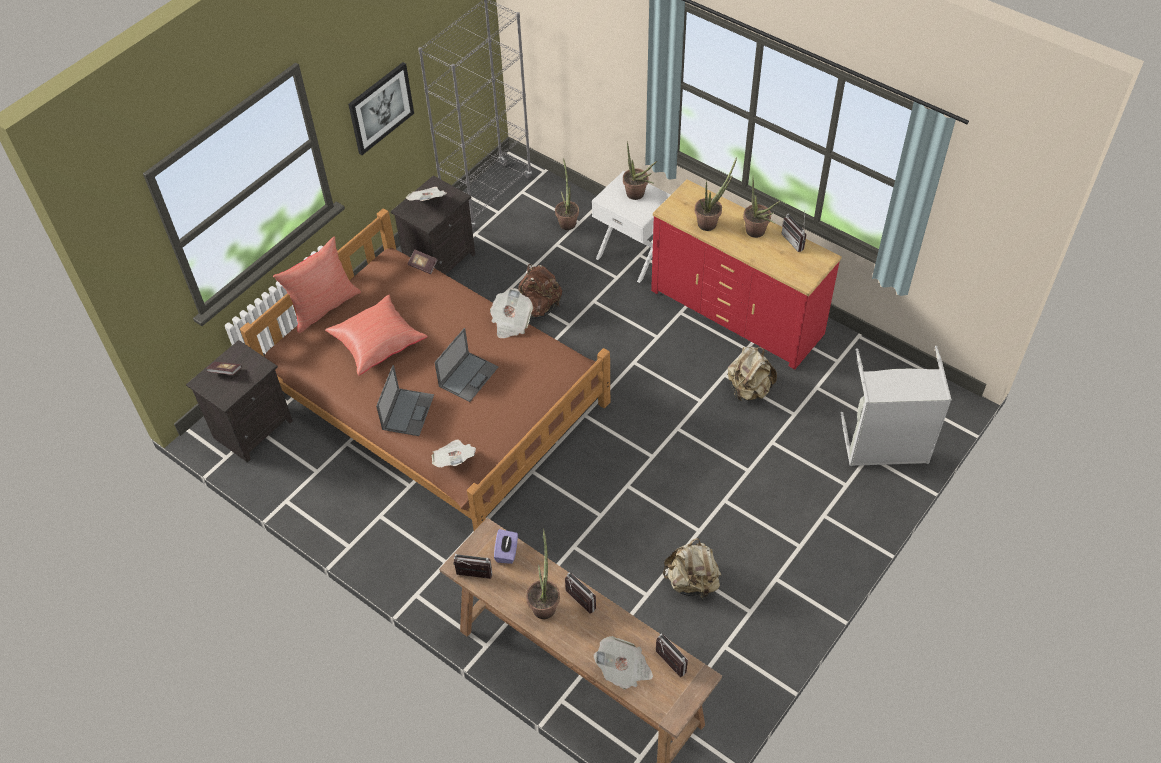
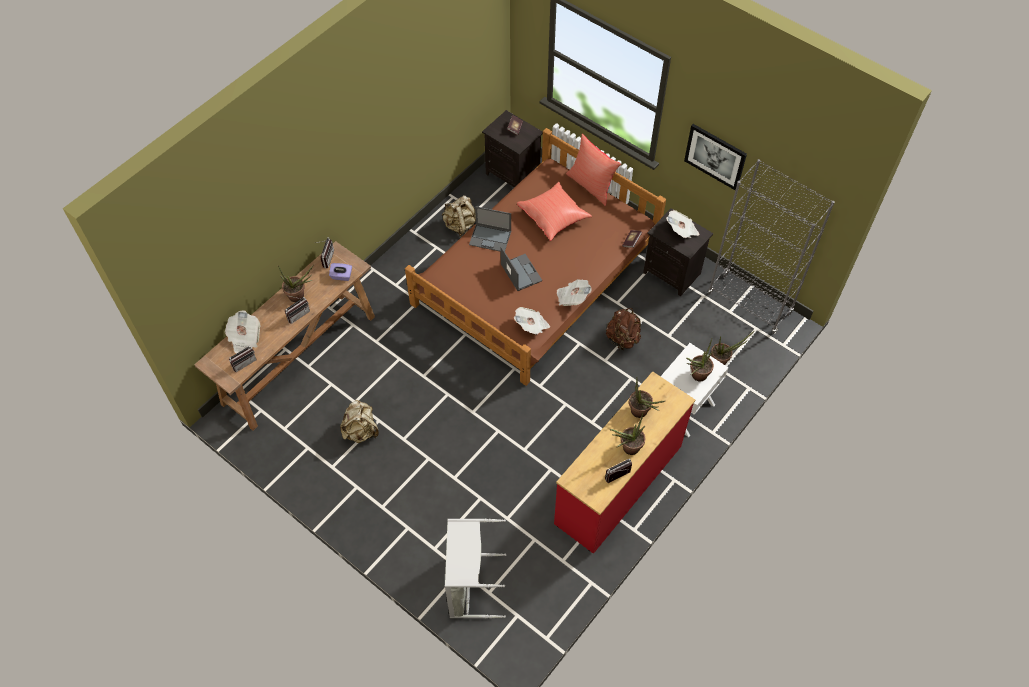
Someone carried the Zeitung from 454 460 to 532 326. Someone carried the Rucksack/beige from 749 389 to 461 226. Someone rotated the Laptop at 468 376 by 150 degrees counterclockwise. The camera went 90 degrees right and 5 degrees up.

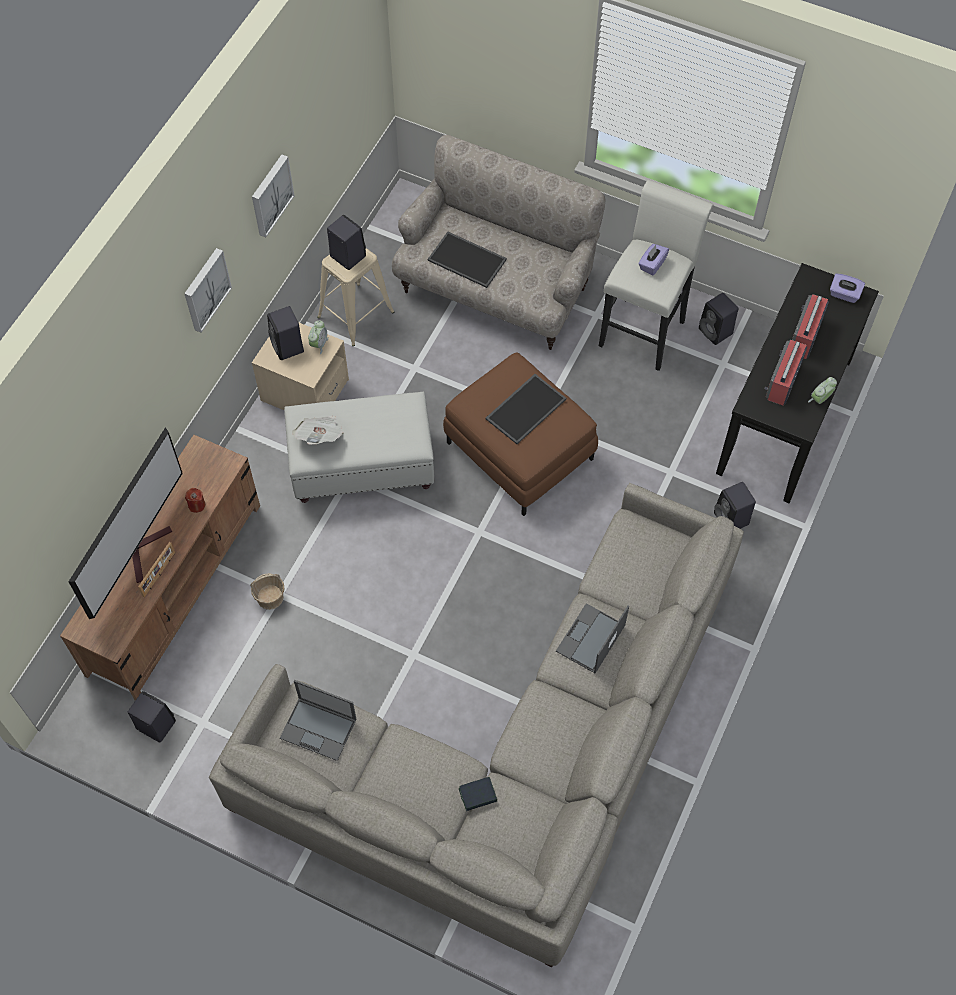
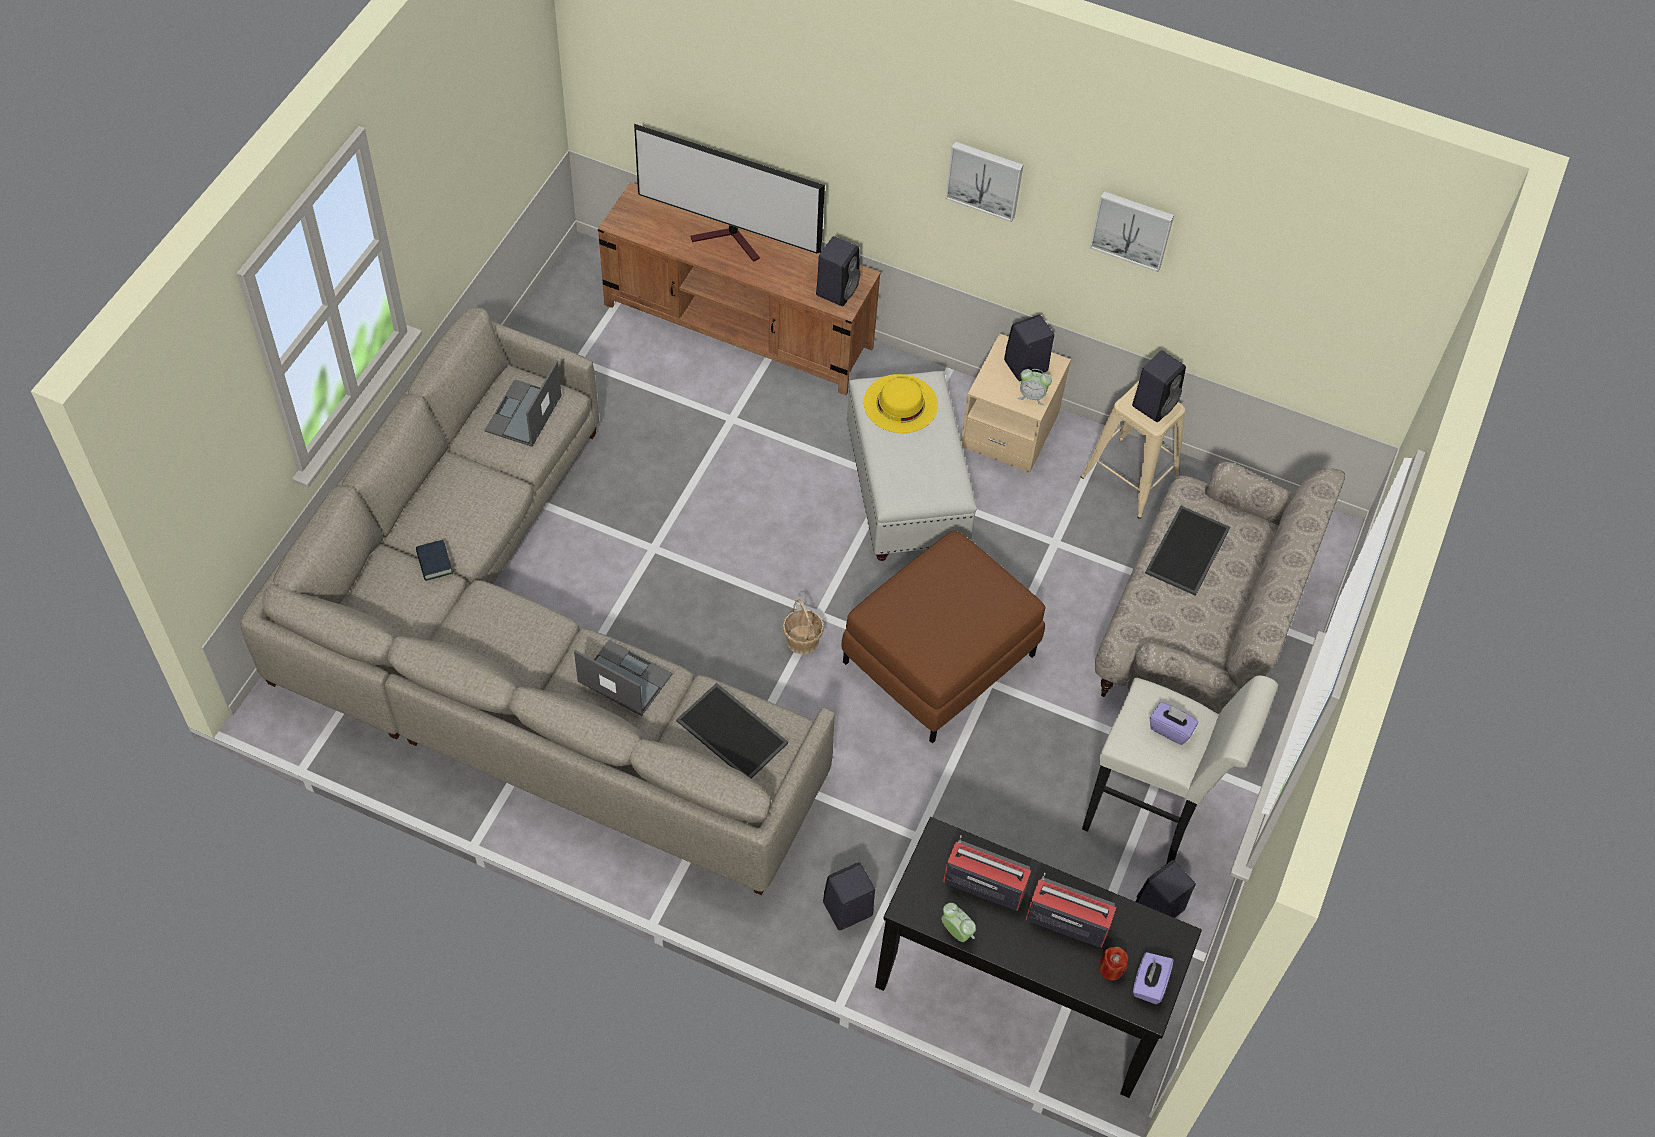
Someone took away the Bilderrahmen at 159 574. Someone carried the Lautsprecher/schwarz from 155 724 to 837 289. Someone carried the Kerze/rot from 196 505 to 1111 969. Someone carried the Korb from 270 597 to 802 640. Someone carried the Tablett from 525 408 to 734 731. Someone swapped the Zeitung at 320 436 for the Hut/gelb at 900 403. The camera went 85 degrees right and 5 degrees down.

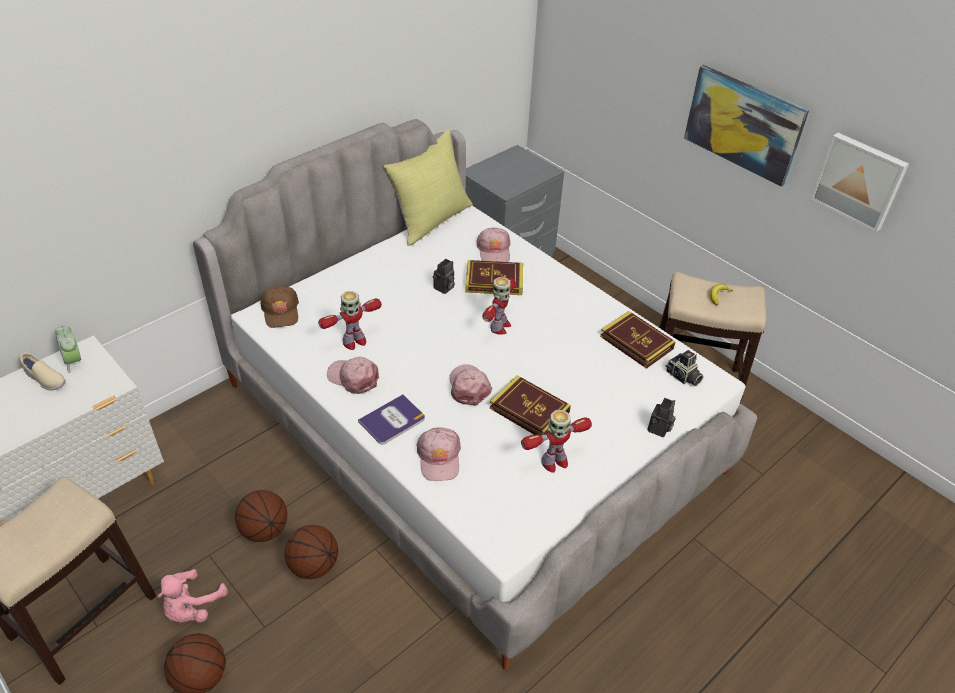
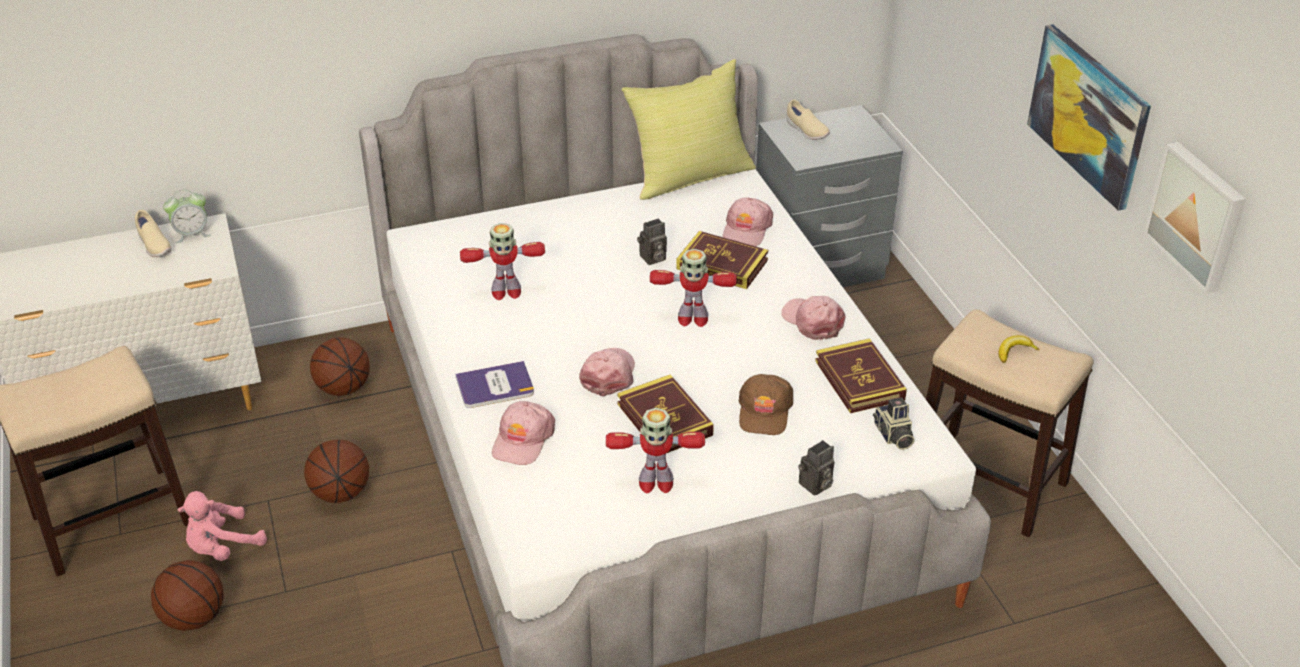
Someone put down the Schuh/beige at 806 131. Someone carried the Kappe/braun from 281 311 to 764 411. Someone carried the Basketball from 313 565 to 343 388. Someone carried the Kappe/rosa from 353 377 to 812 321. Someone rotated the Wecker at 74 361 by 105 degrees counterclockwise. Someone rotated the Spielzeugroboter at 499 327 by 45 degrees clockwise. The camera went 25 degrees right and 5 degrees down.

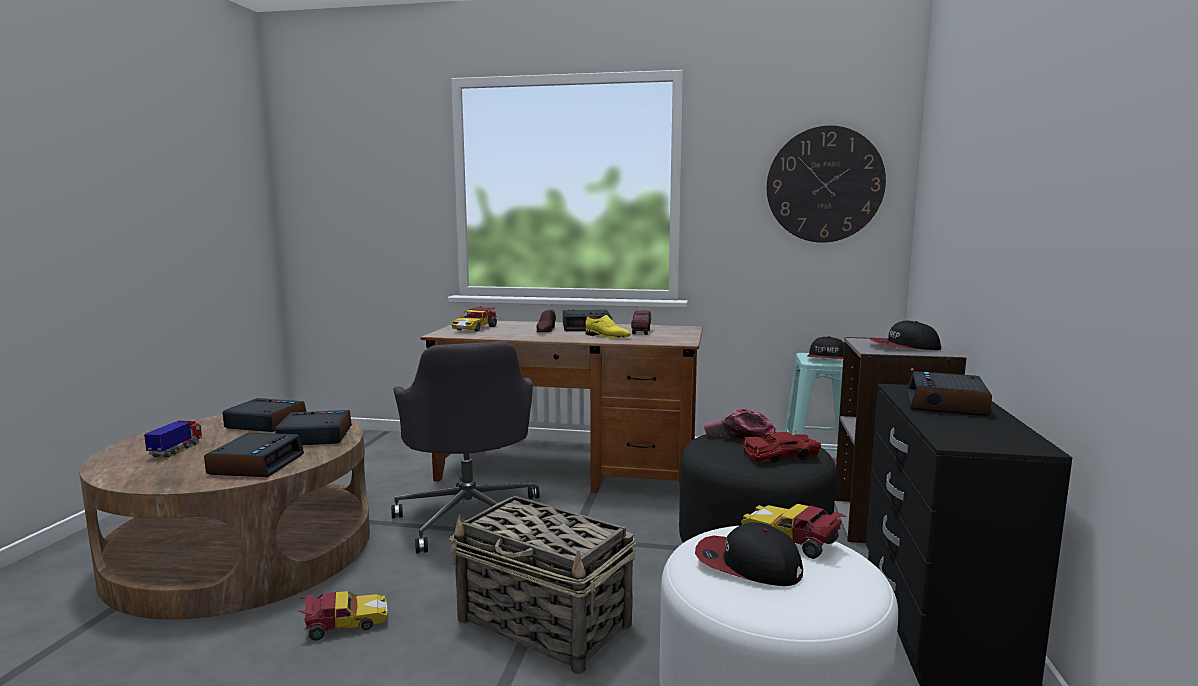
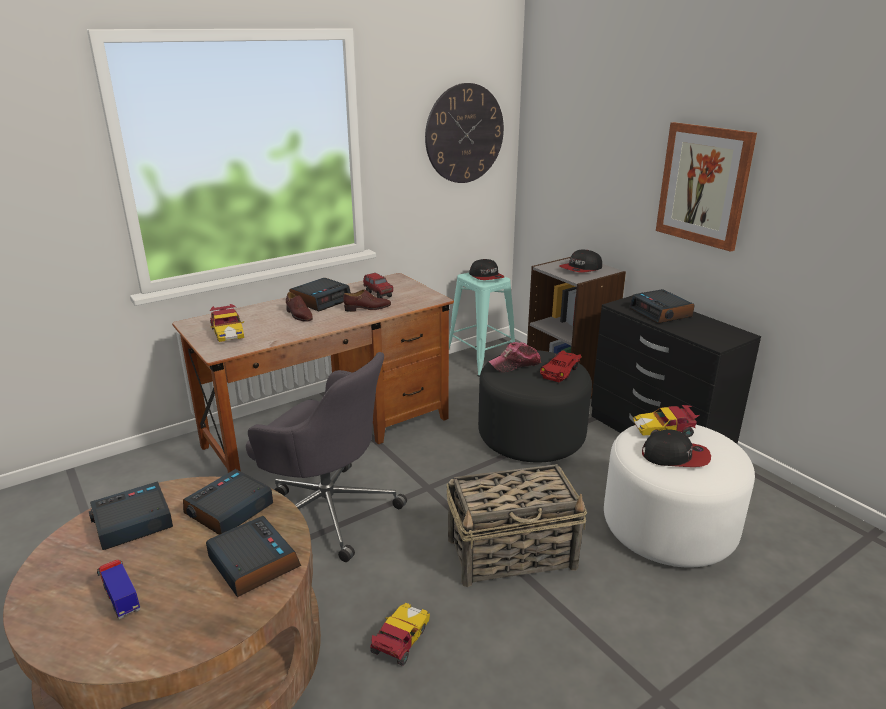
Someone put up the Bild at 704 185. Someone repainted the Schuh/gelb at 607 336, which became the Schuh/braun at 367 308. Someone rotated the Kappe at 747 565 by 150 degrees counterclockwise. The camera went 45 degrees left and 15 degrees up.

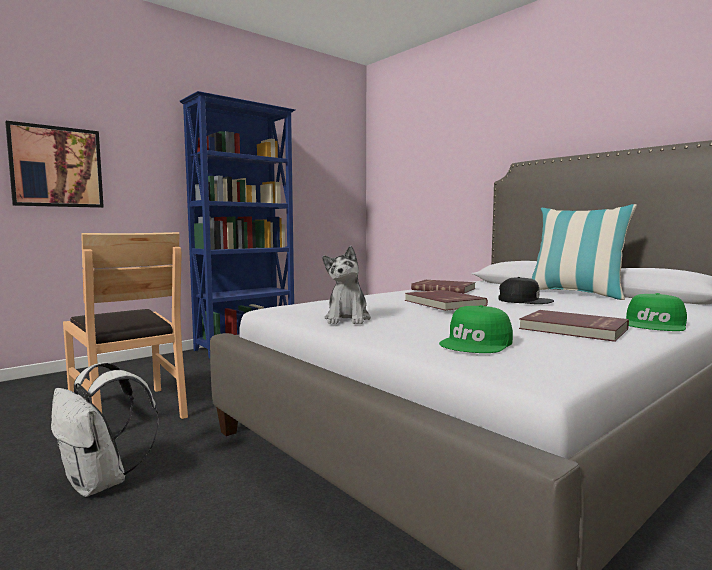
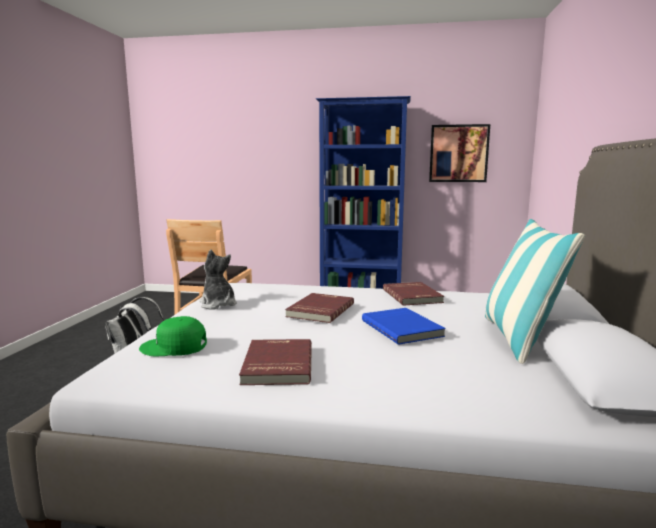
Someone took away the Kappe/grün at 656 324. Someone carried the Bild from 56 167 to 458 153. Someone swapped the Kappe/schwarz at 524 300 for the Buch/blau at 403 328. Someone rotated the Plüschtier at 347 319 by 90 degrees clockwise. The camera went 50 degrees right and 5 degrees up.

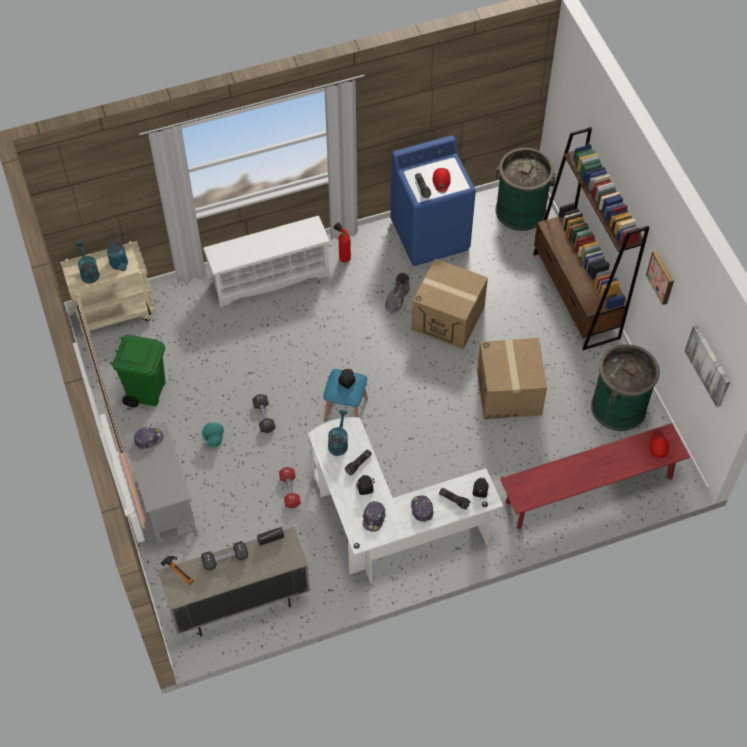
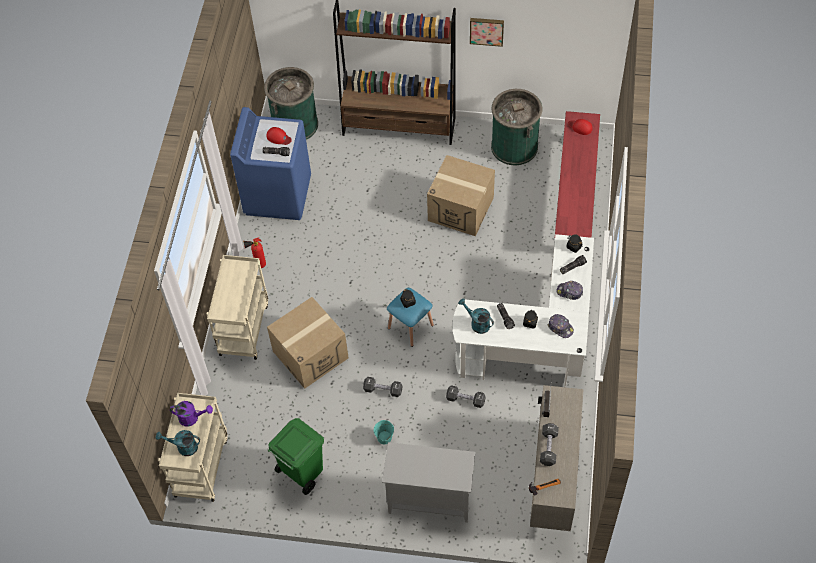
Someone took away the Kappe at 148 439. Someone took away the Stiefel/grau at 397 299. Someone took away the Bild at 708 365. Someone carried the Karton from 448 318 to 310 354. Someone swapped the Schuhregal/weiß at 270 278 for the Rollwagen/beige at 243 328. Someone repainted the Gießkanne/türkis at 120 265, which became the Gießkanne/lila at 192 418. Someone repainted the Hantel/rot at 290 491, which became the Hantel/schwarz at 465 399. The camera went 60 degrees left and 0 degrees up.

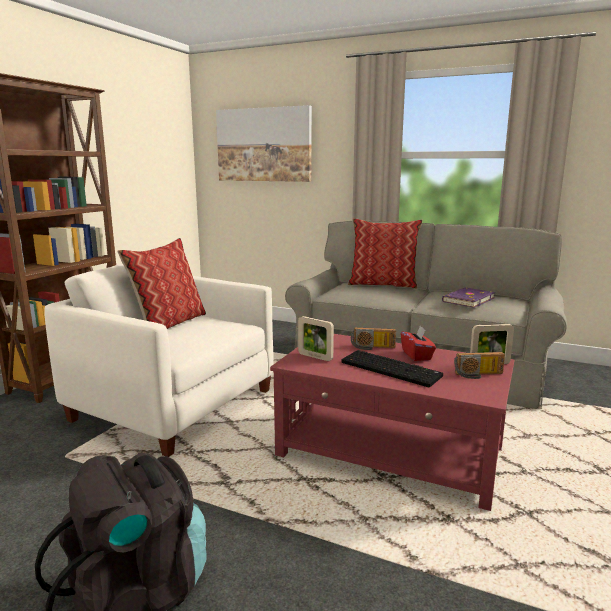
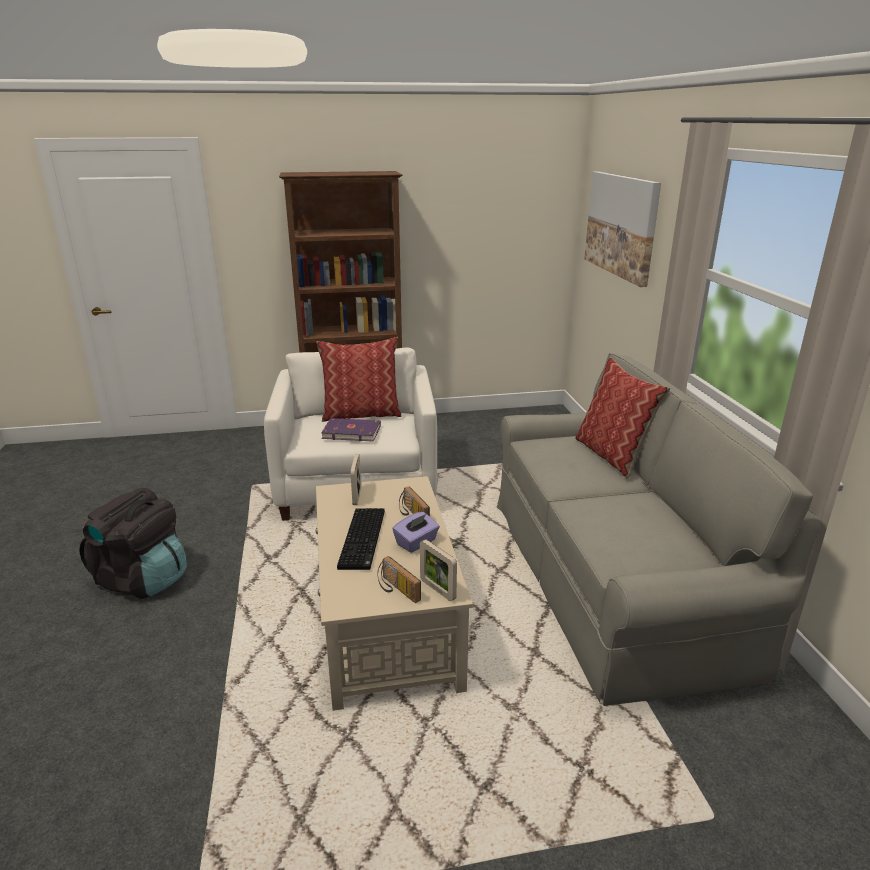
Someone carried the Buch/lila from 467 300 to 351 432. Someone repainted the Couchtisch/rot at 391 452, which became the Couchtisch/beige at 386 621. Someone repainted the Taschentuchbox/rot at 417 355, which became the Taschentuchbox/lila at 416 542. The camera went 55 degrees right and 10 degrees up.

